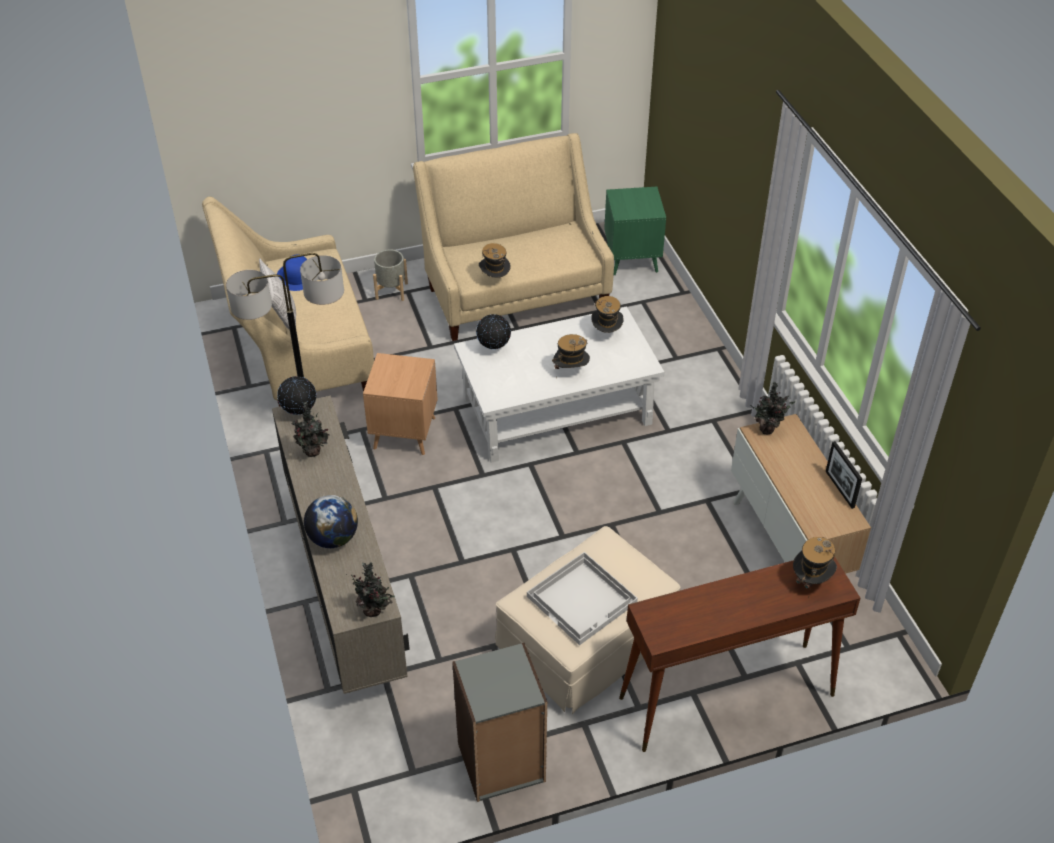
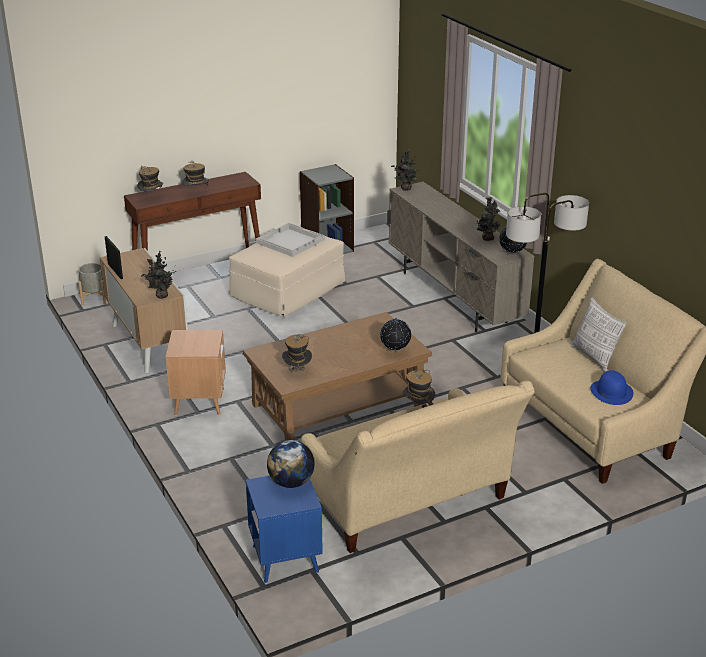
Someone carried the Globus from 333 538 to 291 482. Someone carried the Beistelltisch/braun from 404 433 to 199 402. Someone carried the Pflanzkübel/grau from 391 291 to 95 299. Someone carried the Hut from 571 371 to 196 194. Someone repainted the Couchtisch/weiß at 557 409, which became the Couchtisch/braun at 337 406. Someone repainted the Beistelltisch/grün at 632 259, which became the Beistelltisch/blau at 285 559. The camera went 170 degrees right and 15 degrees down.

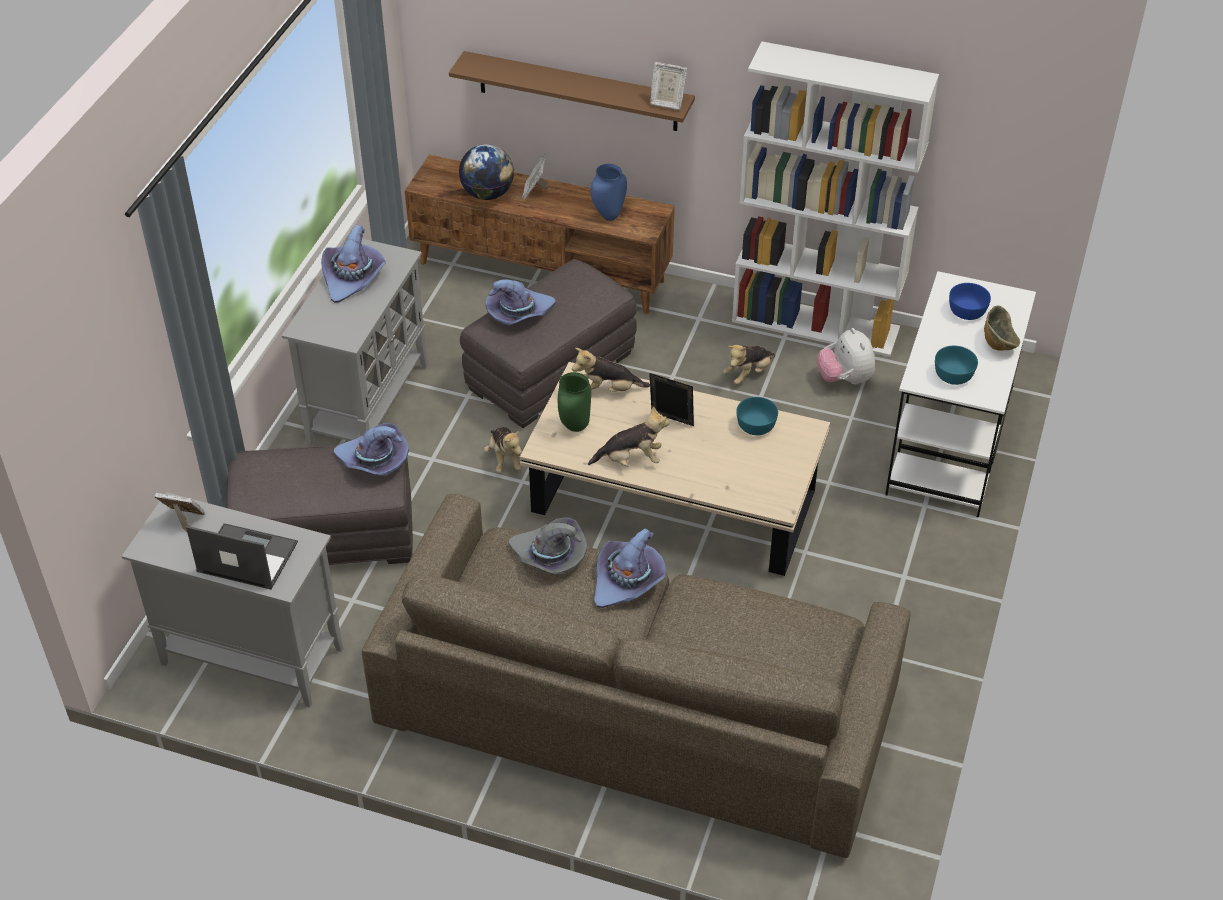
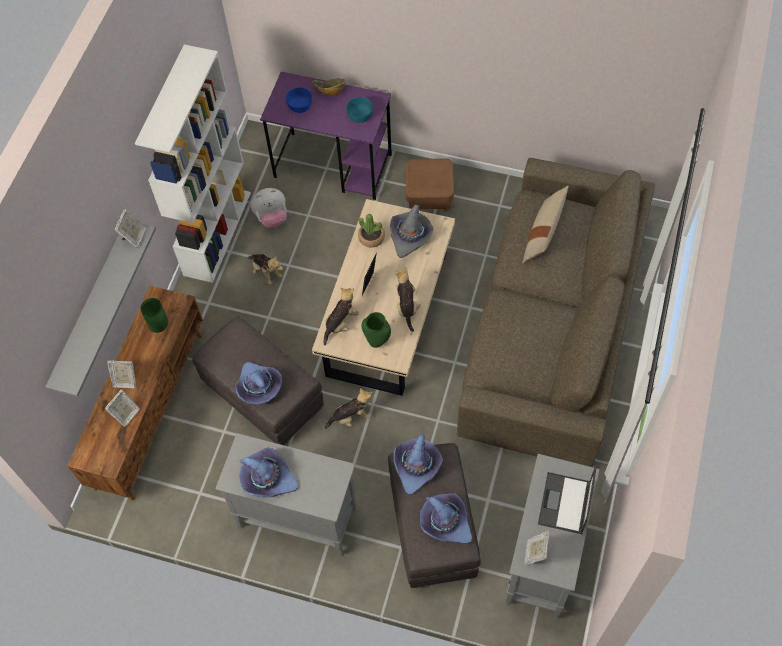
Someone put down the Polsterhocker/braun at 429 196. Someone put down the Kissen/beige at 543 234. Someone carried the Hut/grau from 549 556 to 410 236. Someone carried the Hut/lila from 628 580 to 445 522. Someone swapped the Globus at 488 194 for the Bilderrahmen at 126 414. Someone swapped the Schüssel/türkis at 756 426 for the Topfpflanze at 371 237. Someone repainted the Wandregal/braun at 577 91, which became the Wandregal/grau at 92 308. Someone repainted the Vase/blau at 608 215, which became the Vase/grün at 159 328. Someone repainted the Schreibtisch/weiß at 948 447, which became the Schreibtisch/lila at 334 166. Someone rotated the Plüschtier at 608 390 by 135 degrees counterclockwise. The camera went 90 degrees left and 15 degrees up.

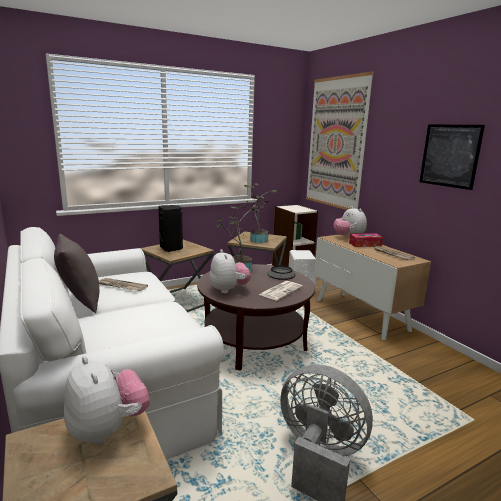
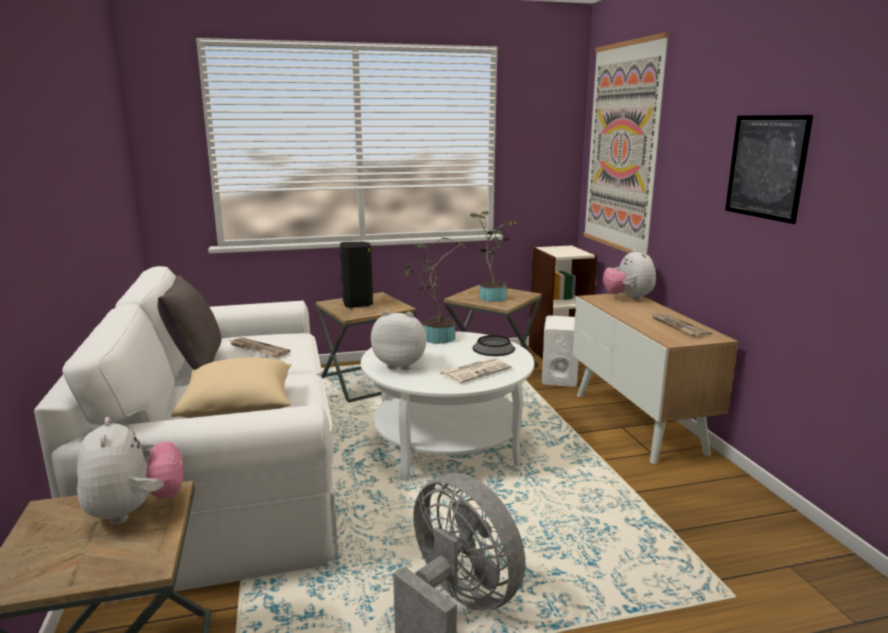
Someone took away the Taschentuchbox at 365 244. Someone put down the Kissen/beige at 240 409. Someone repainted the Couchtisch/braun at 253 341, which became the Couchtisch/weiß at 447 445. Someone rotated the Plüschtier at 228 290 by 75 degrees counterclockwise. The camera went 15 degrees right and 0 degrees up.

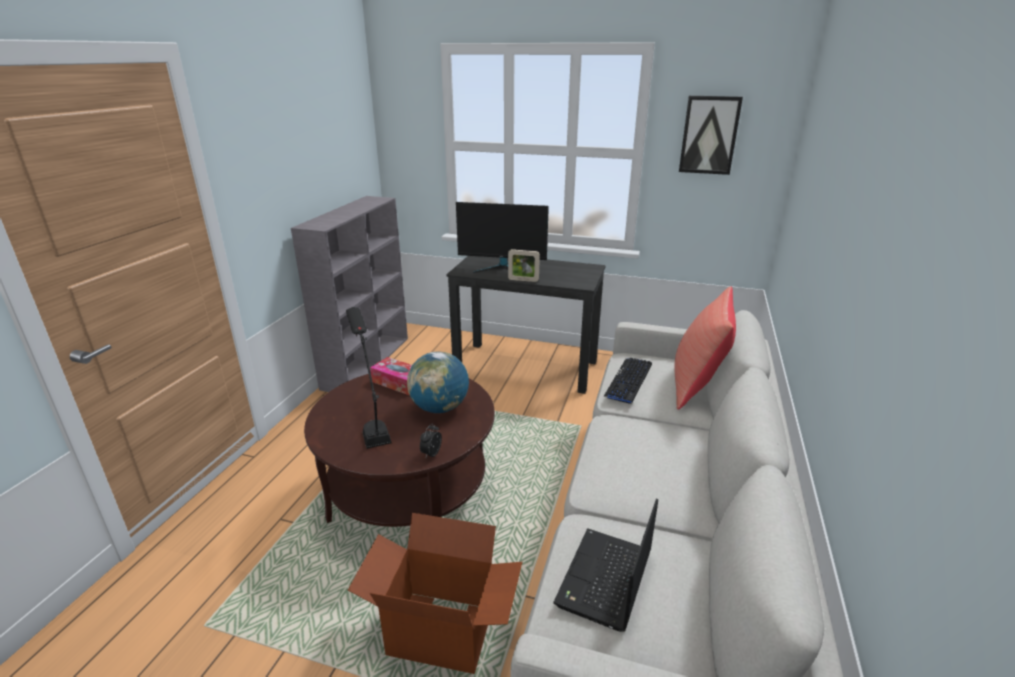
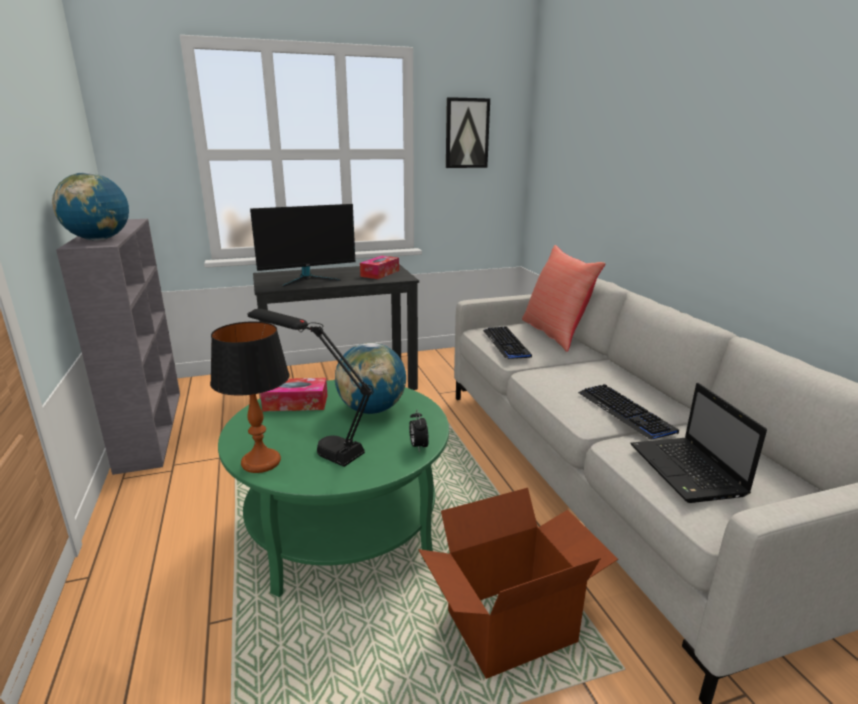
Someone took away the Bilderrahmen at 523 280. Someone put down the Globus at 99 239. Someone put down the Tischlampe at 261 462. Someone put down the Taschentuchbox at 380 273. Someone put down the Tastatur at 625 412. Someone repainted the Couchtisch/braun at 409 493, which became the Couchtisch/grün at 343 528. The camera went 35 degrees left and 5 degrees down.

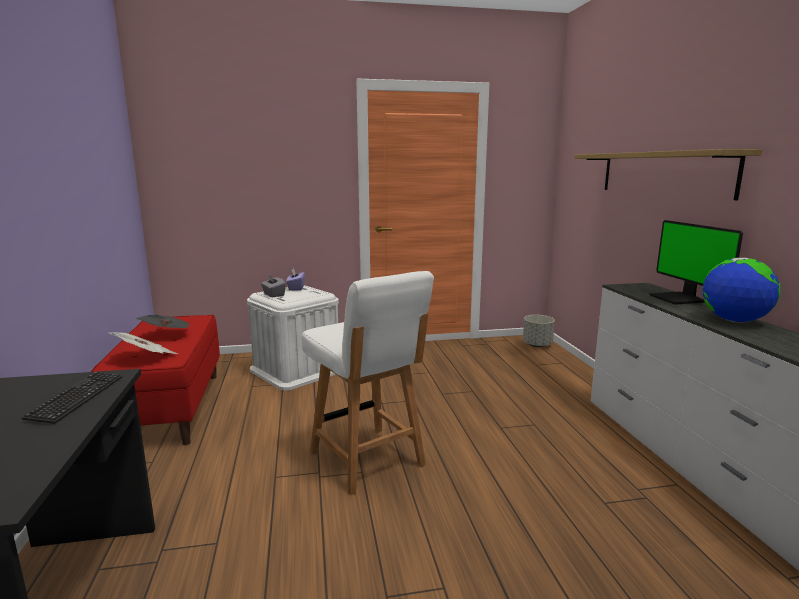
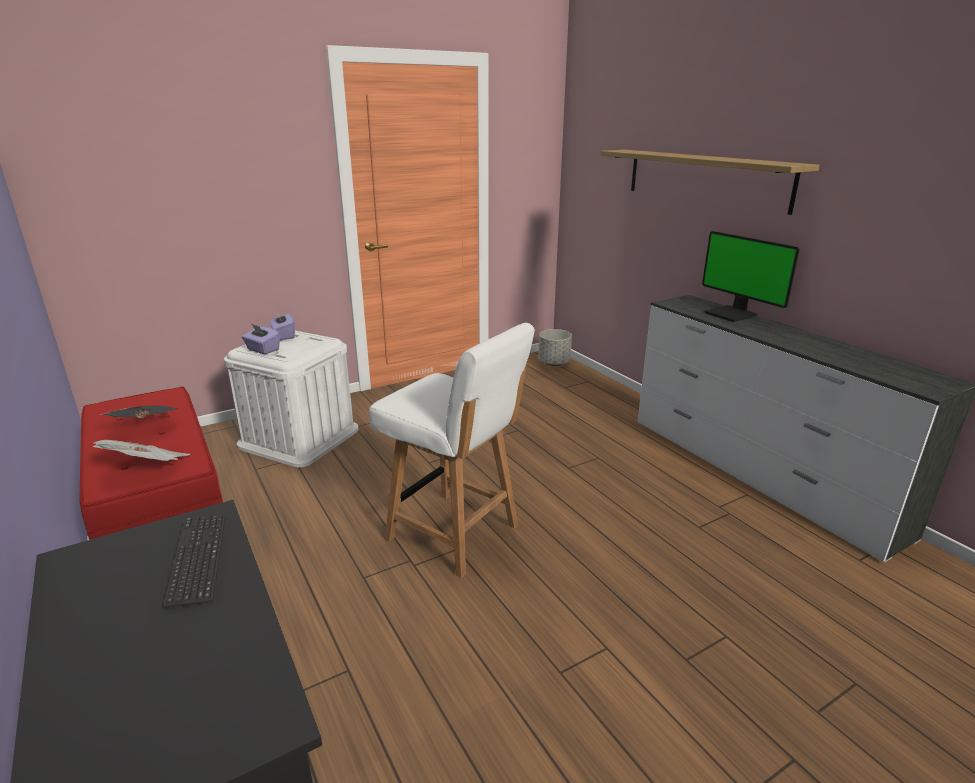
Someone took away the Globus at 734 321. Someone repainted the Taschentuchbox/grau at 273 294, which became the Taschentuchbox/lila at 262 349. The camera went 20 degrees left and 10 degrees up.

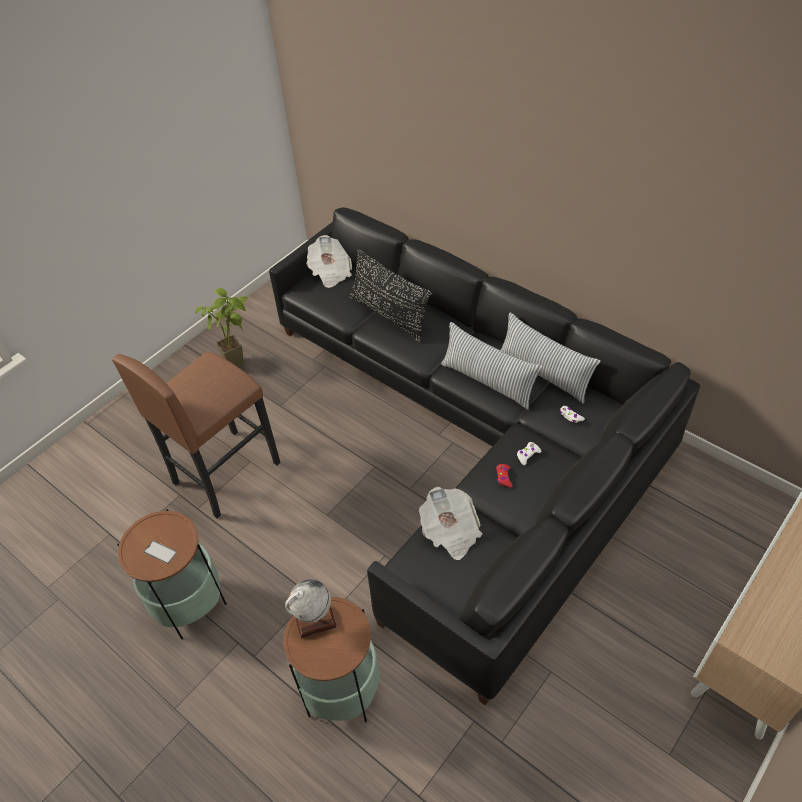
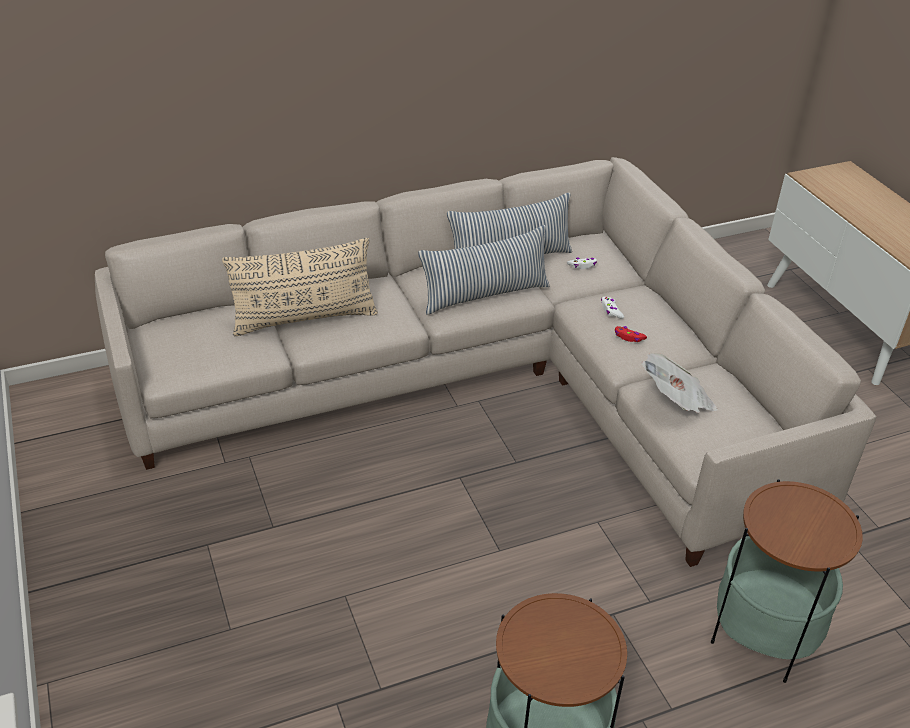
Someone took away the Hocker/braun at 225 472. Someone took away the Handy at 160 552. Someone took away the Topfpflanze at 242 362. Someone took away the Globus at 315 621. Someone took away the Zeitung at 331 271. Someone repainted the Sofa/schwarz at 474 440, which became the Sofa/beige at 489 384. Someone repainted the Kissen/schwarz at 389 315, which became the Kissen/beige at 304 319. The camera went 65 degrees left and 10 degrees down.

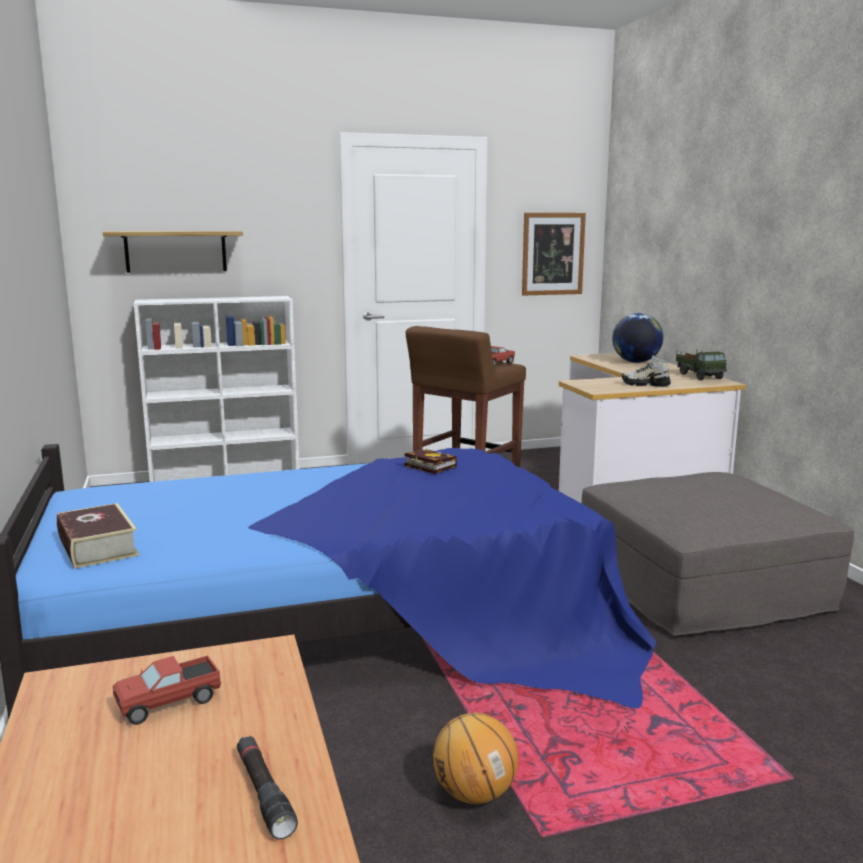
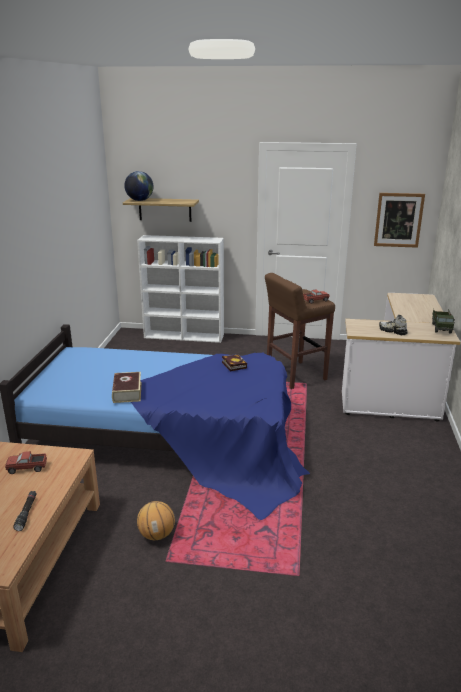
Someone took away the Polsterhocker/grau at 700 585. Someone carried the Buch from 97 547 to 127 392. Someone carried the Globus from 636 362 to 139 200. The camera went 25 degrees right and 10 degrees up.

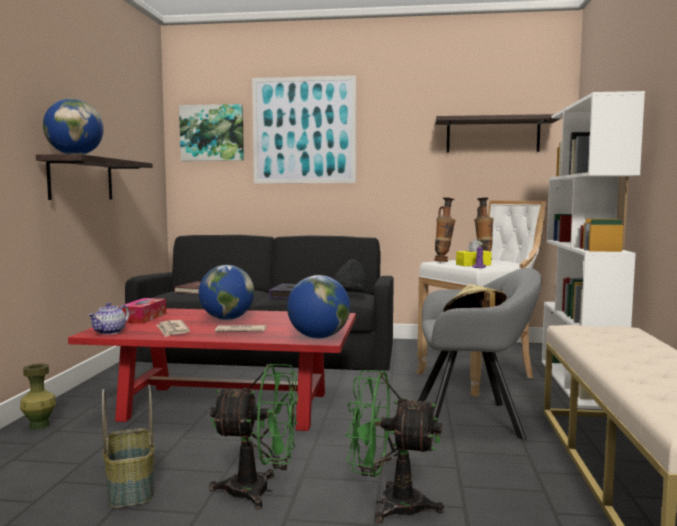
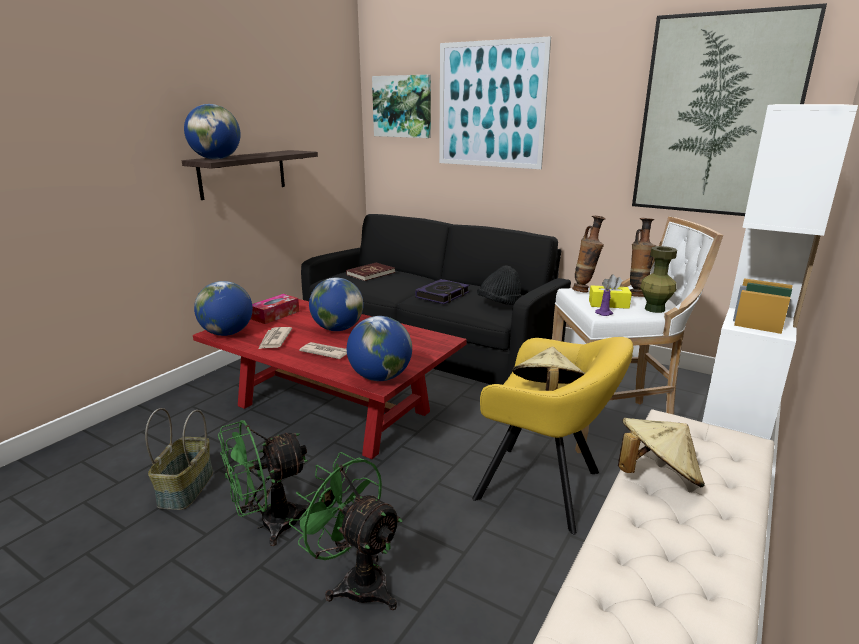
Someone put down the Hut/beige at 656 476. Someone carried the Vase/grün from 39 425 to 654 309. Someone swapped the Teekanne at 110 332 for the Globus at 227 333. Someone swapped the Wandregal at 492 135 for the Bild at 718 117. Someone repainted the Sessel/grau at 474 420, which became the Sessel/gelb at 544 488. Someone rotated the Ventilator/grün at 260 491 by 120 degrees clockwise. The camera went 25 degrees right and 15 degrees up.

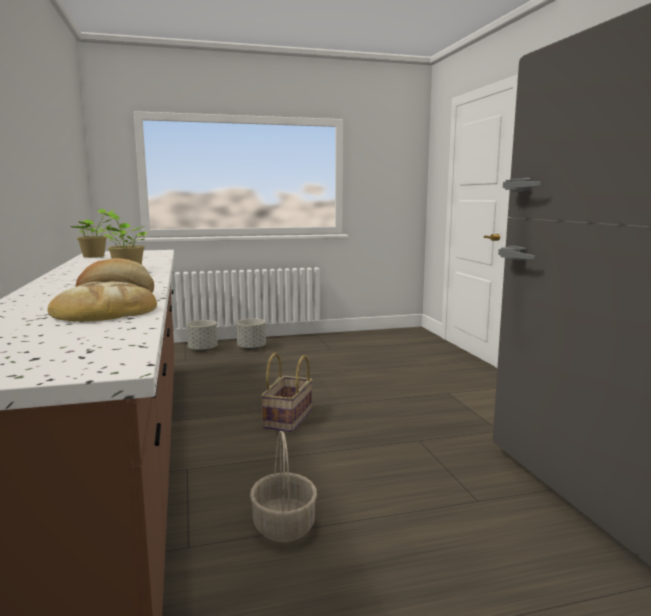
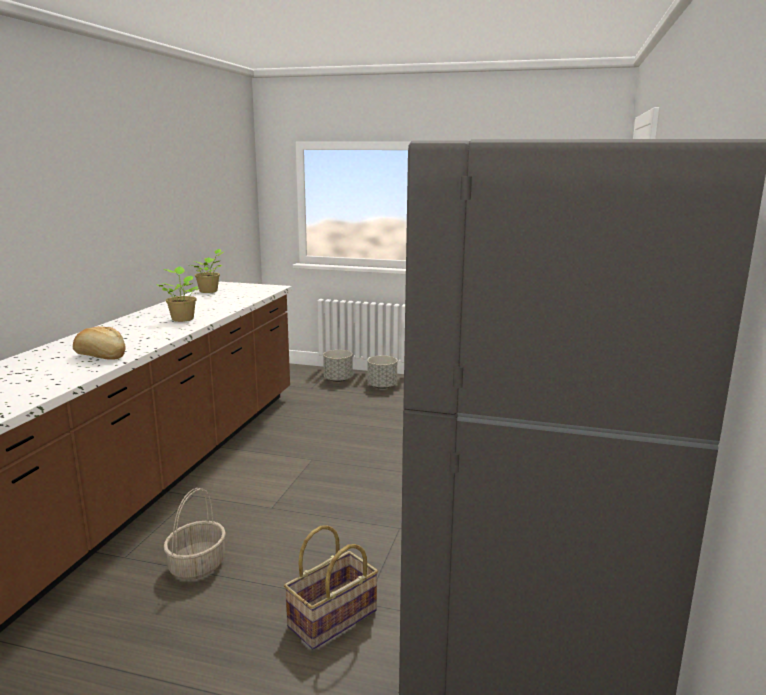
Someone took away the Brot at 103 312. Someone carried the Korb from 289 419 to 333 619. The camera went 30 degrees right and 5 degrees up.

